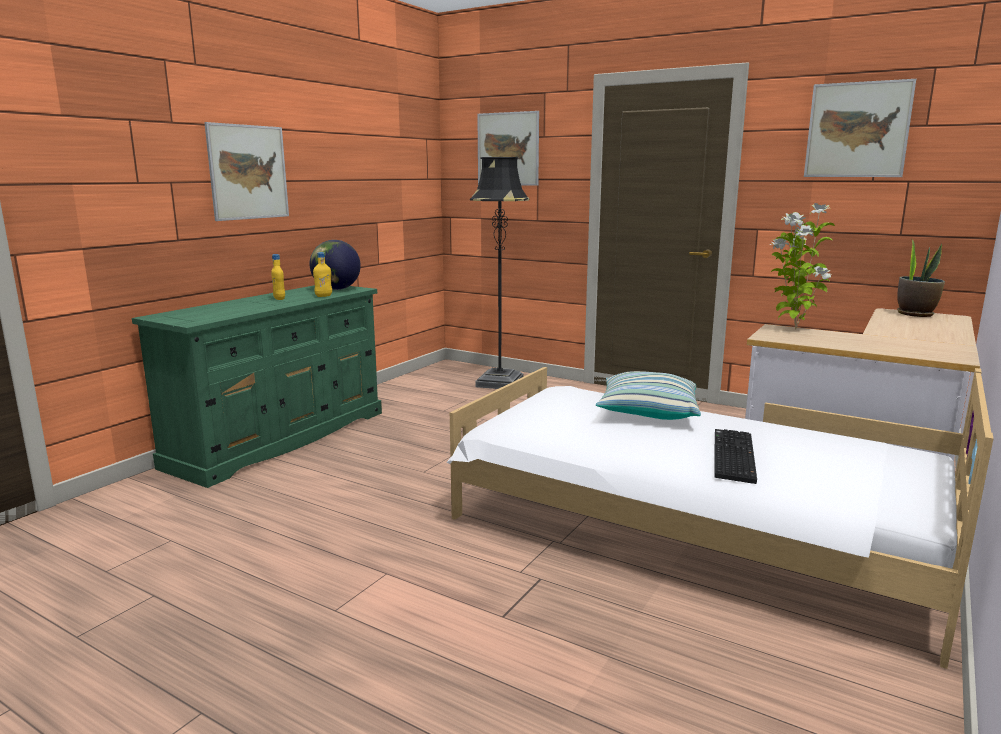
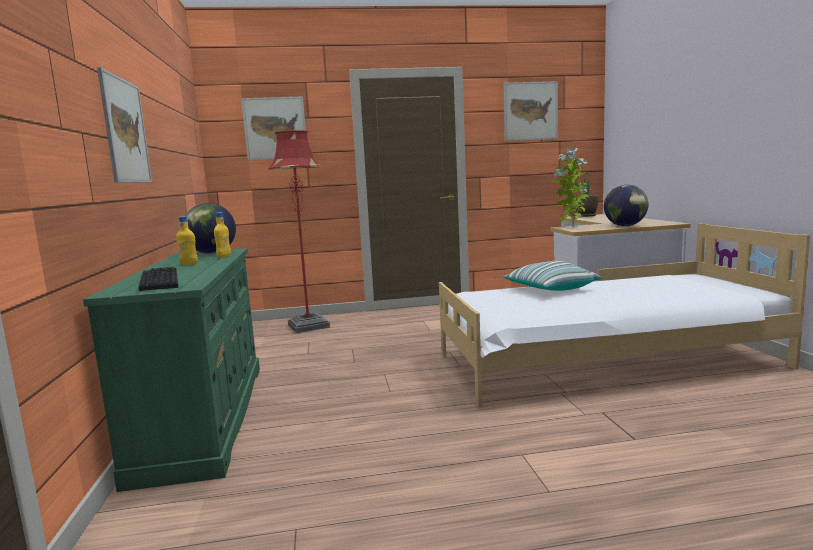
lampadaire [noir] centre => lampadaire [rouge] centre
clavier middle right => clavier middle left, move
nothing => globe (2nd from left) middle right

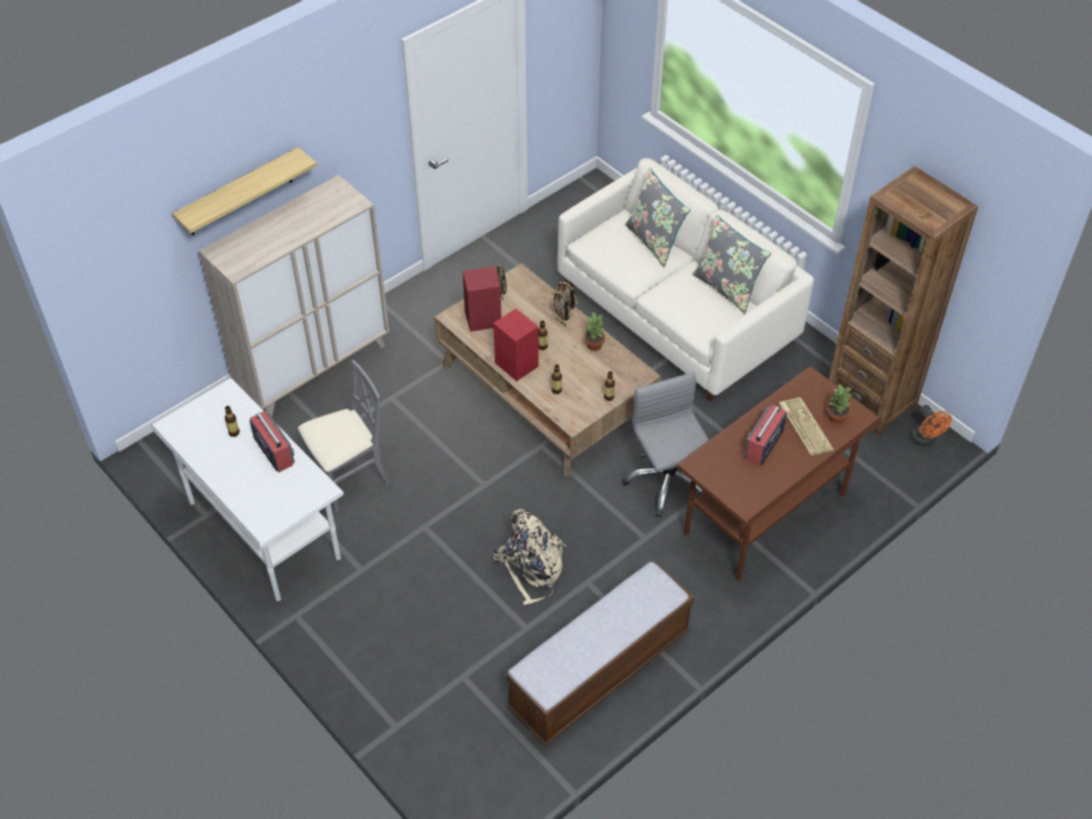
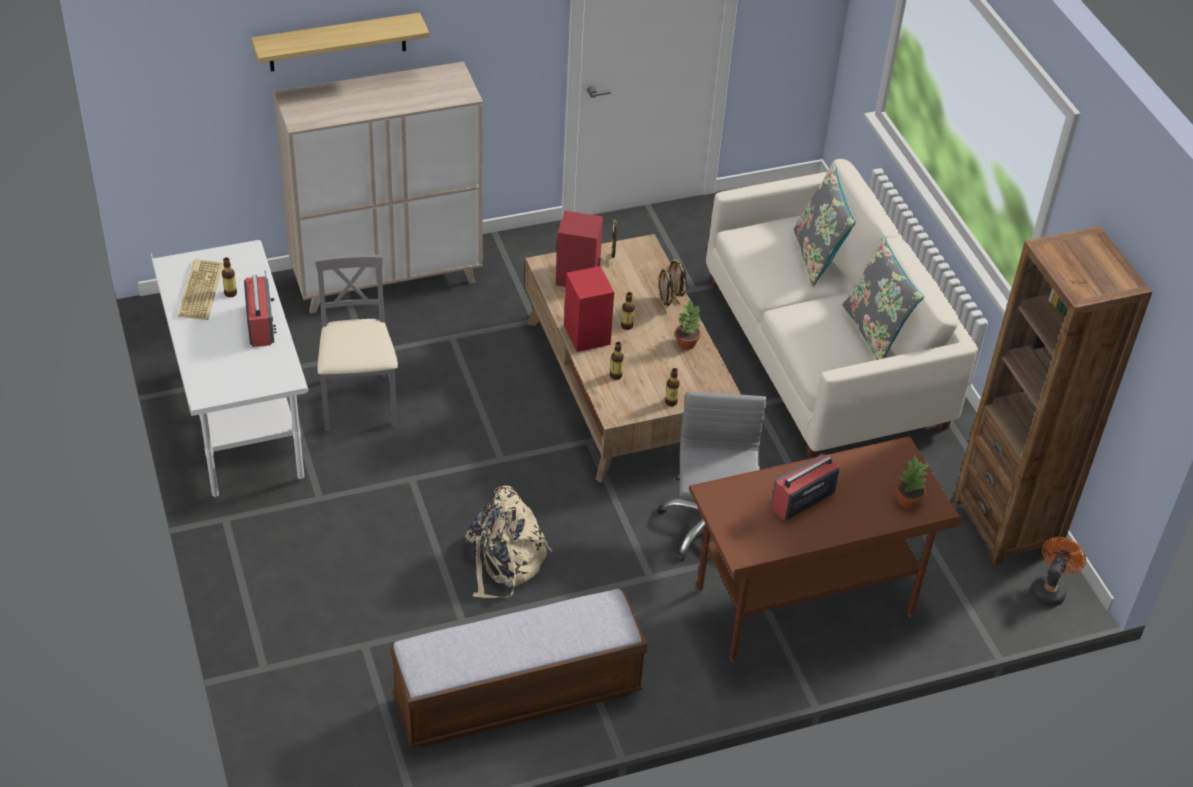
chaise [gris] middle left, 90 degrees counterclockwise
clavier middle right => clavier middle left, move
ventilateur [orange] middle right => ventilateur [orange] bottom right, 150 degrees counterclockwise

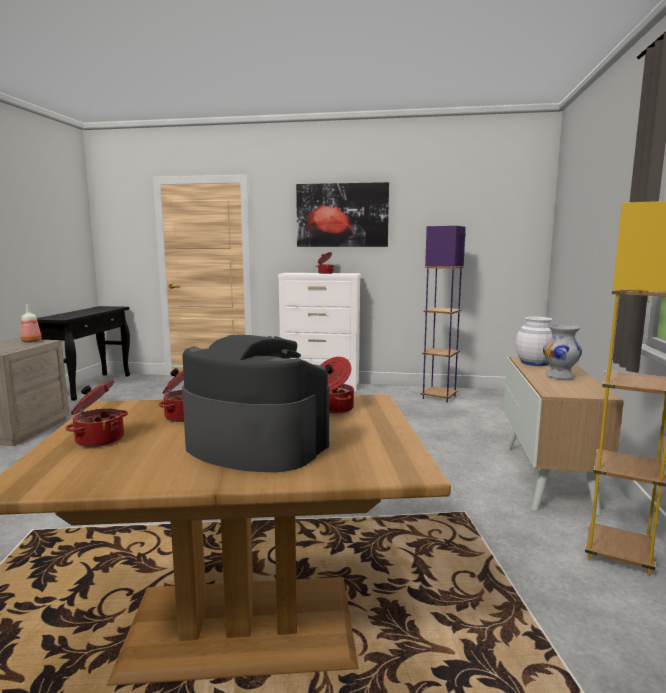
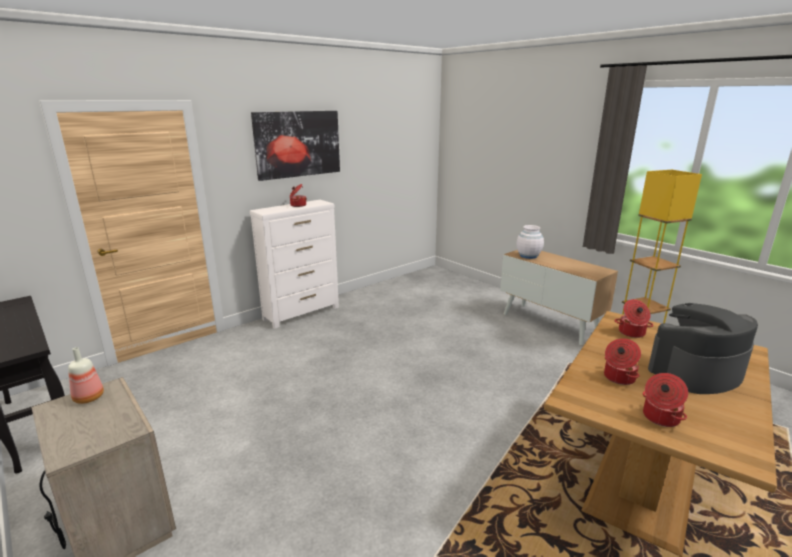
lampadaire [violet] centre => nothing
vase [blanc] (2nd from left) middle right => nothing

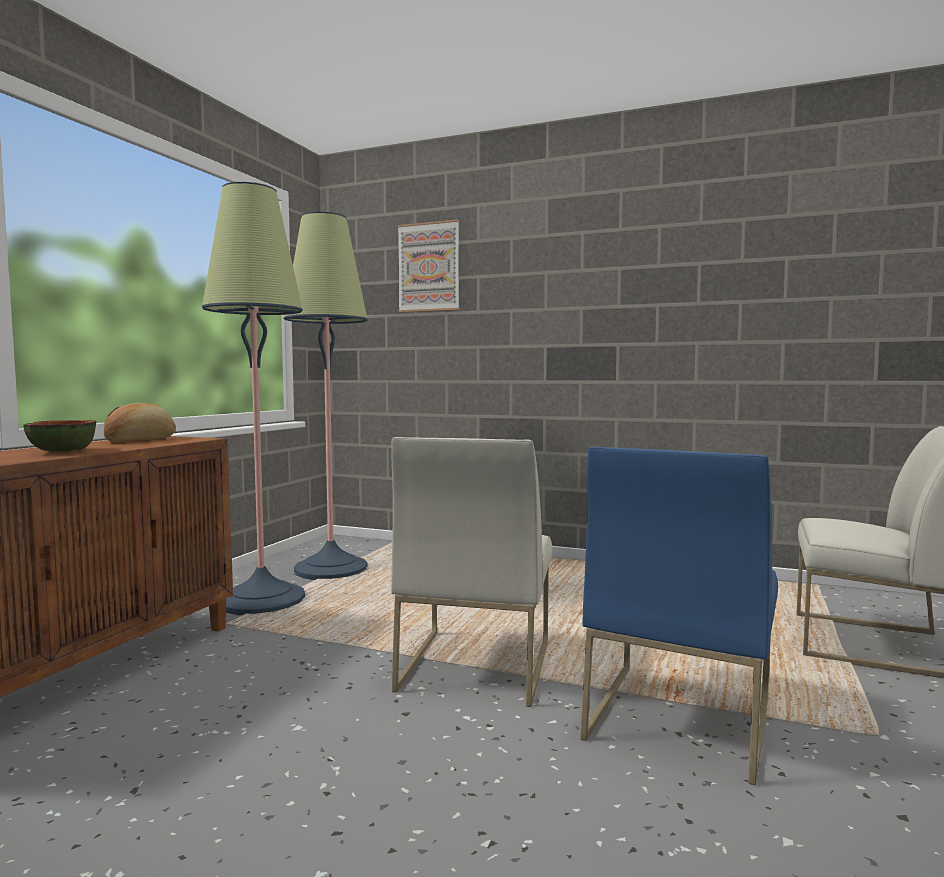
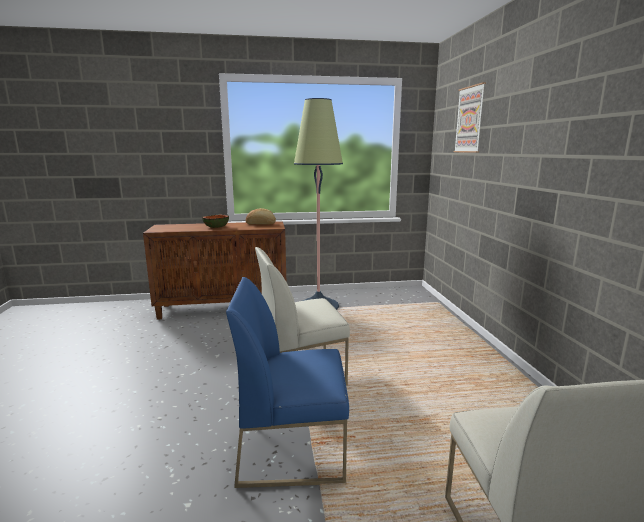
lampadaire (2nd from left) centre => nothing

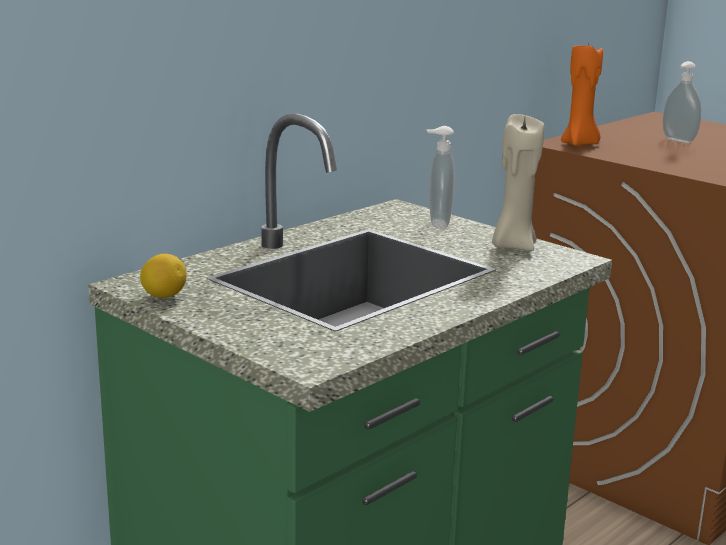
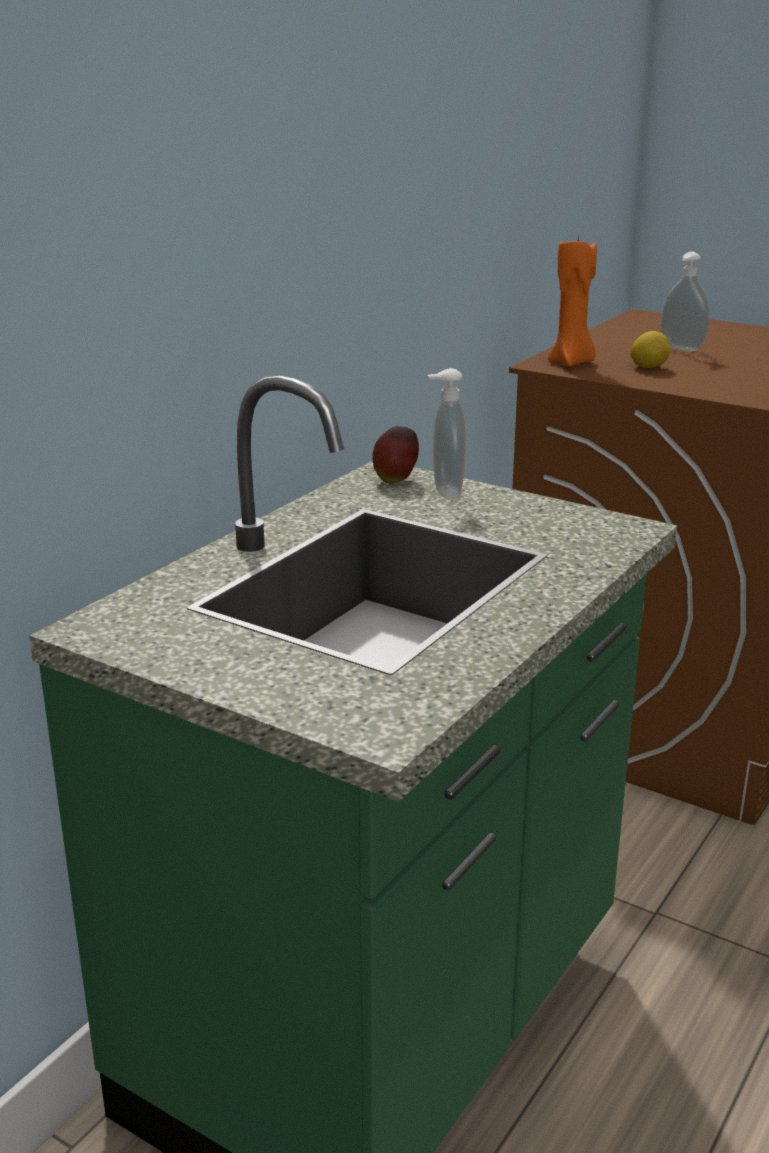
citron middle left => citron top right, move
bougie [beige] middle right => nothing
nothing => pomme centre

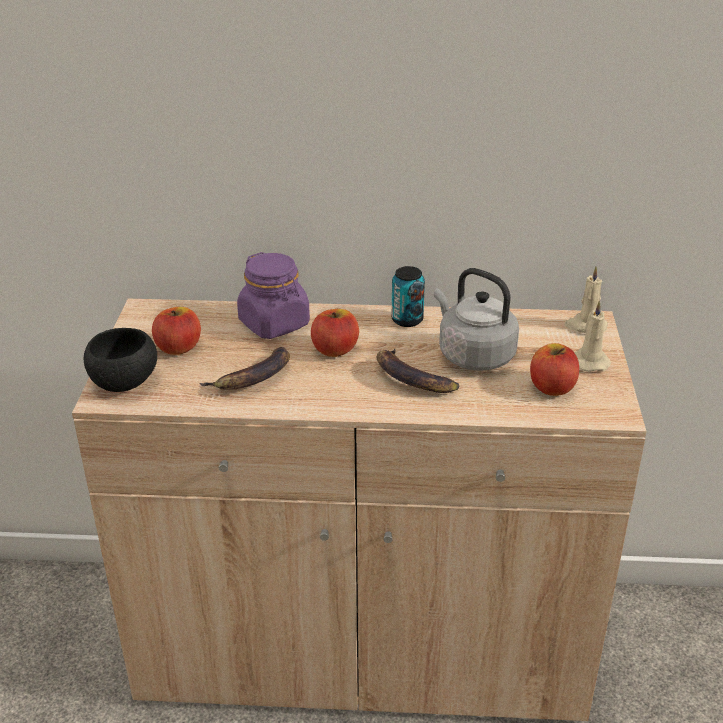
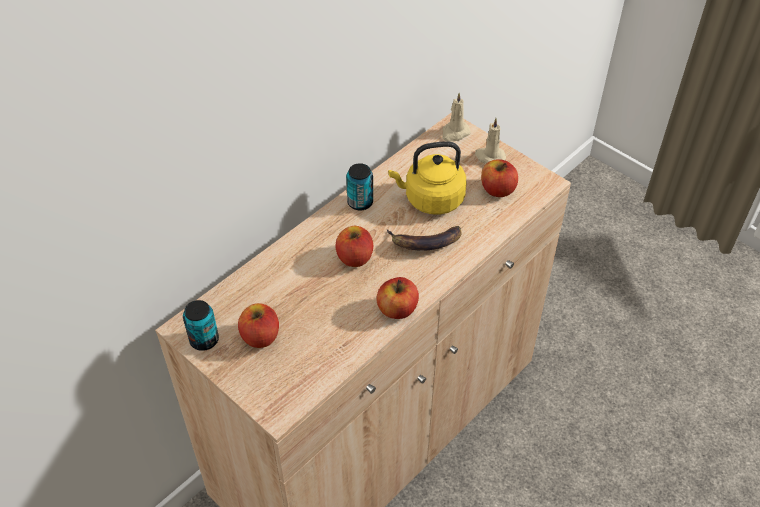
bol [noir] middle left => nothing
banane (1st from left) centre => nothing
bocal [violet] centre => nothing
bouilloire [gris] centre => bouilloire [jaune] centre
nothing => boîte métallique (1st from left) middle left
nothing => pomme (3rd from left) centre

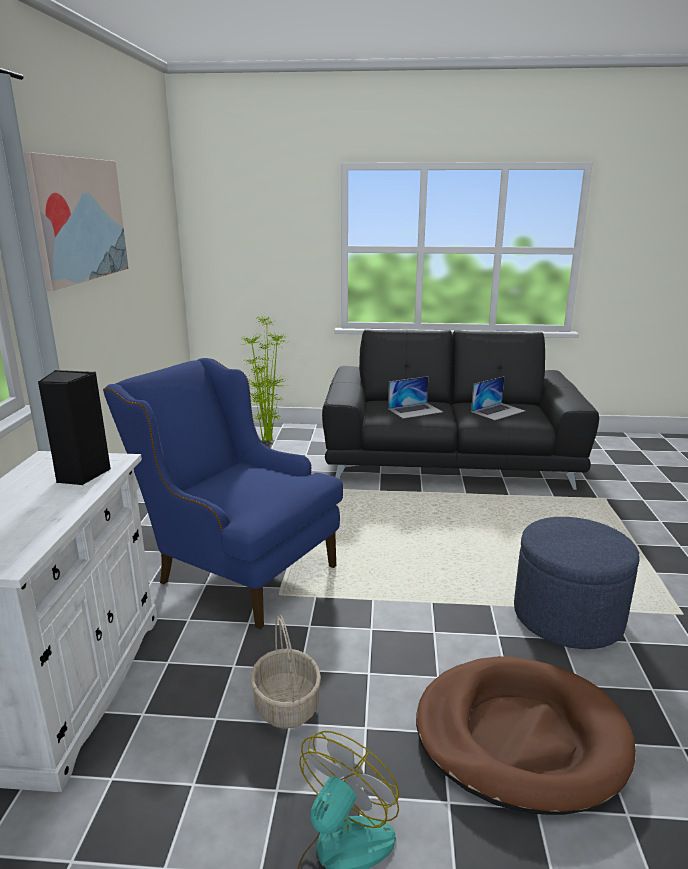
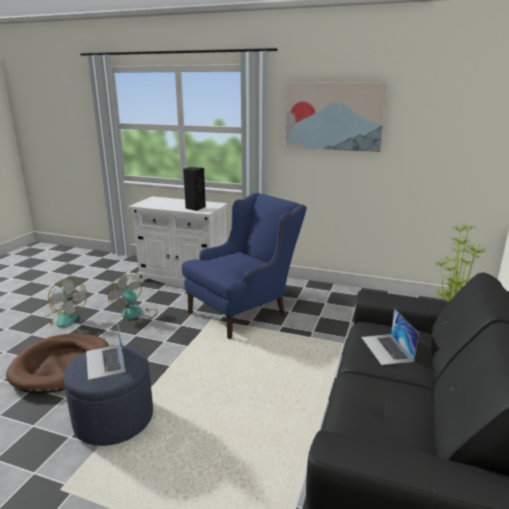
panier bottom centre => ventilateur (2nd from left) middle left
ordinateur portable (2nd from left in the first image) middle right => ordinateur portable (1st from left) bottom left, move

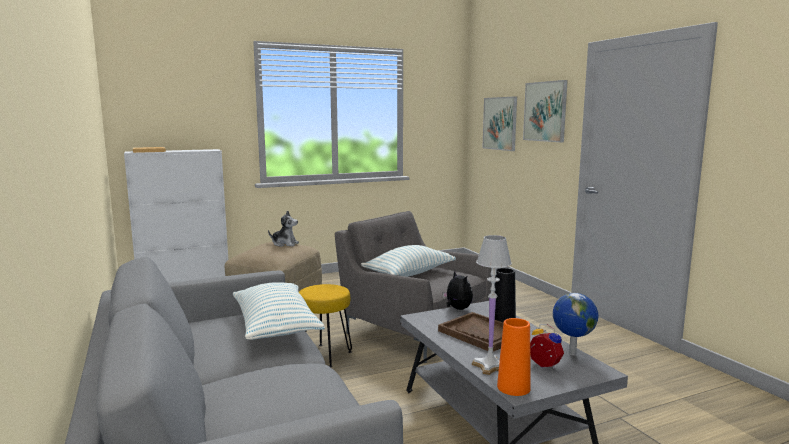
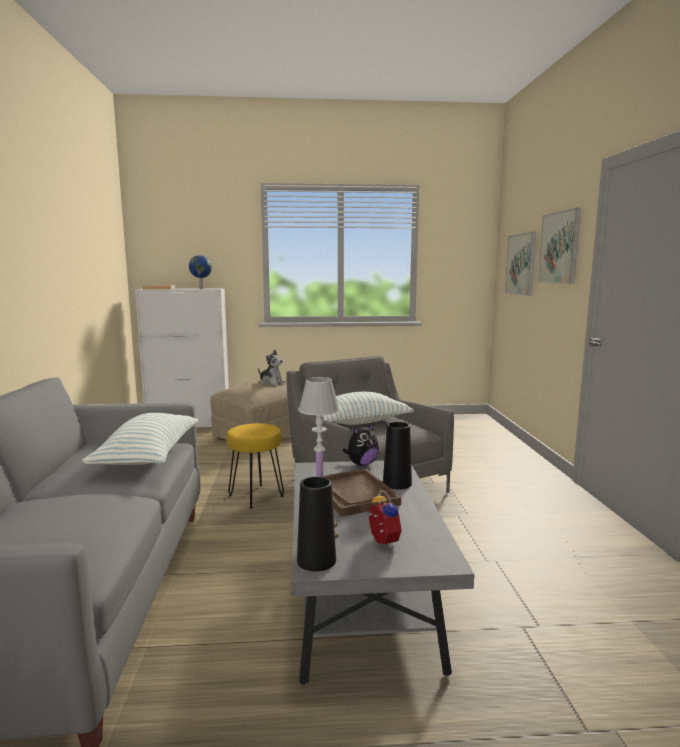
peluche (2nd from left) centre, 60 degrees clockwise
vase [orange] bottom centre => vase [noir] (1st from left) bottom centre
globe bottom right => globe middle left, move

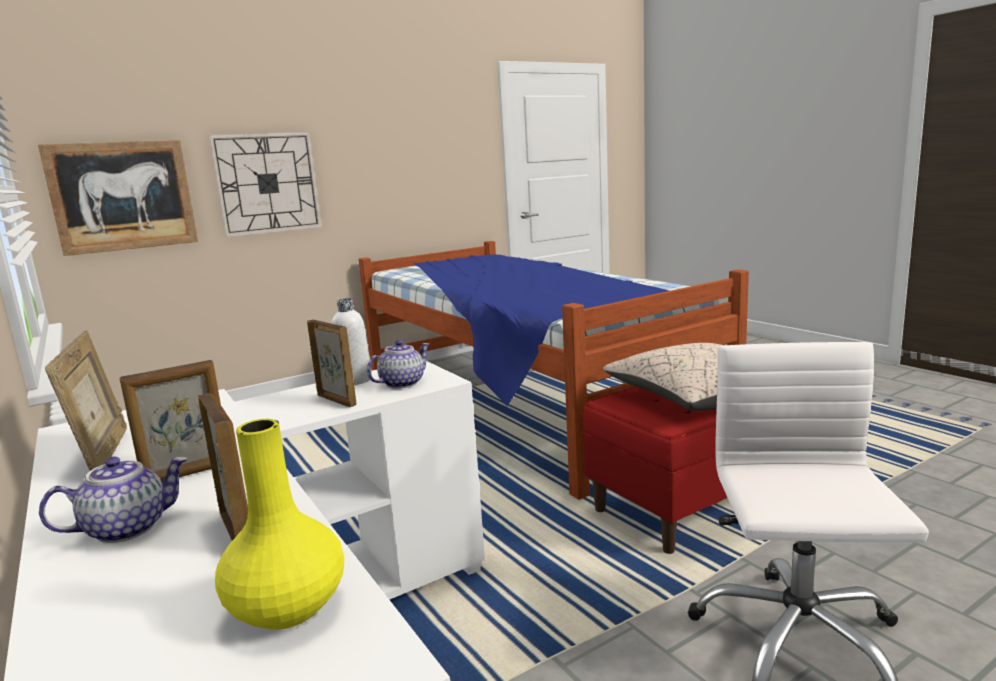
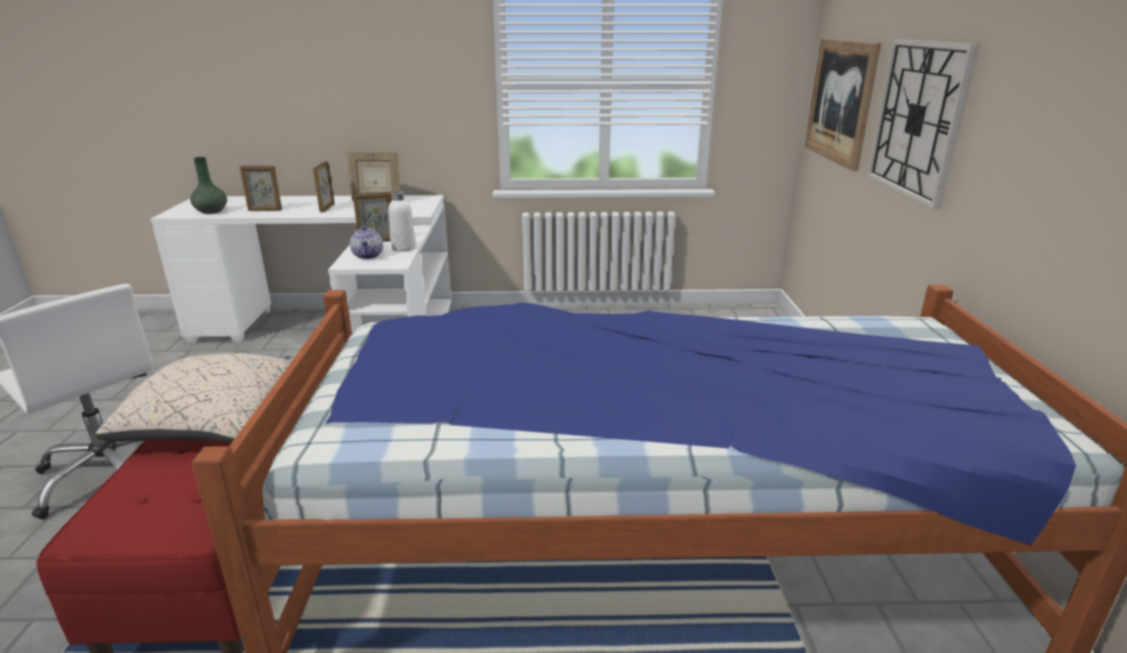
théière (1st from left) bottom left => nothing
vase [jaune] bottom left => vase [vert] top left

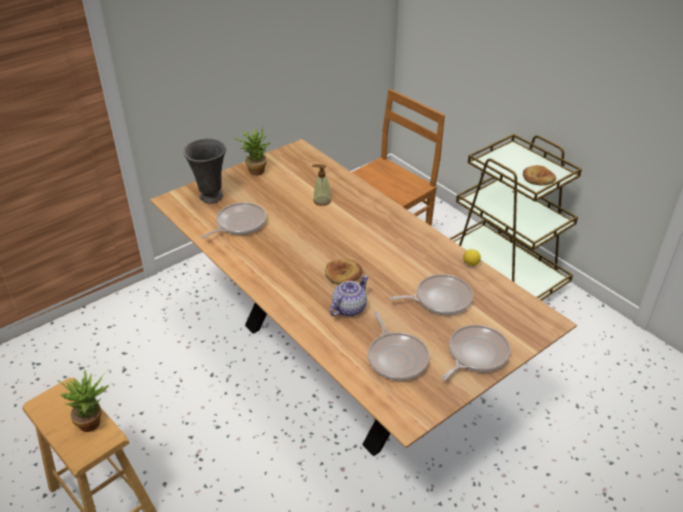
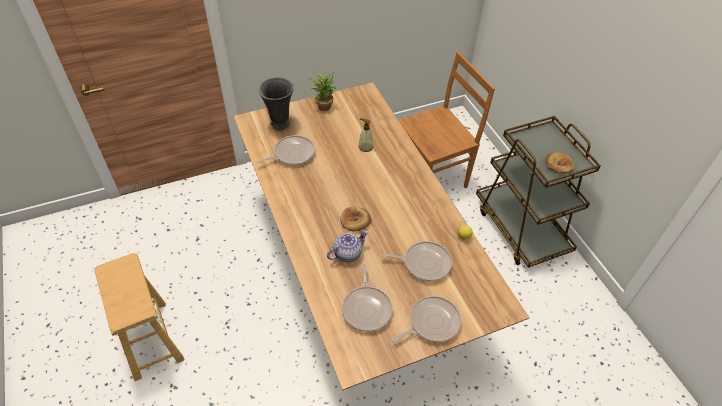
plante en pot (1st from left) bottom left => nothing

